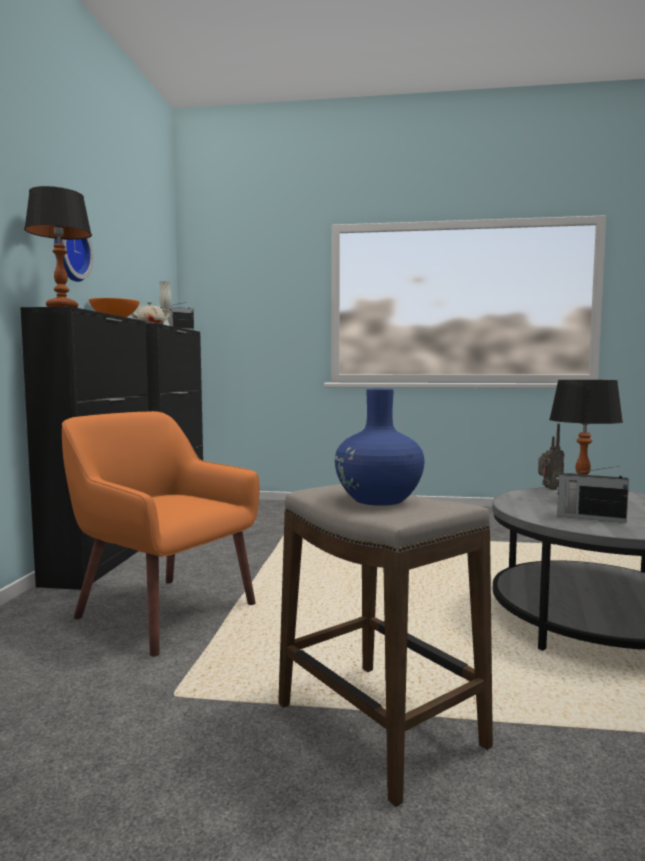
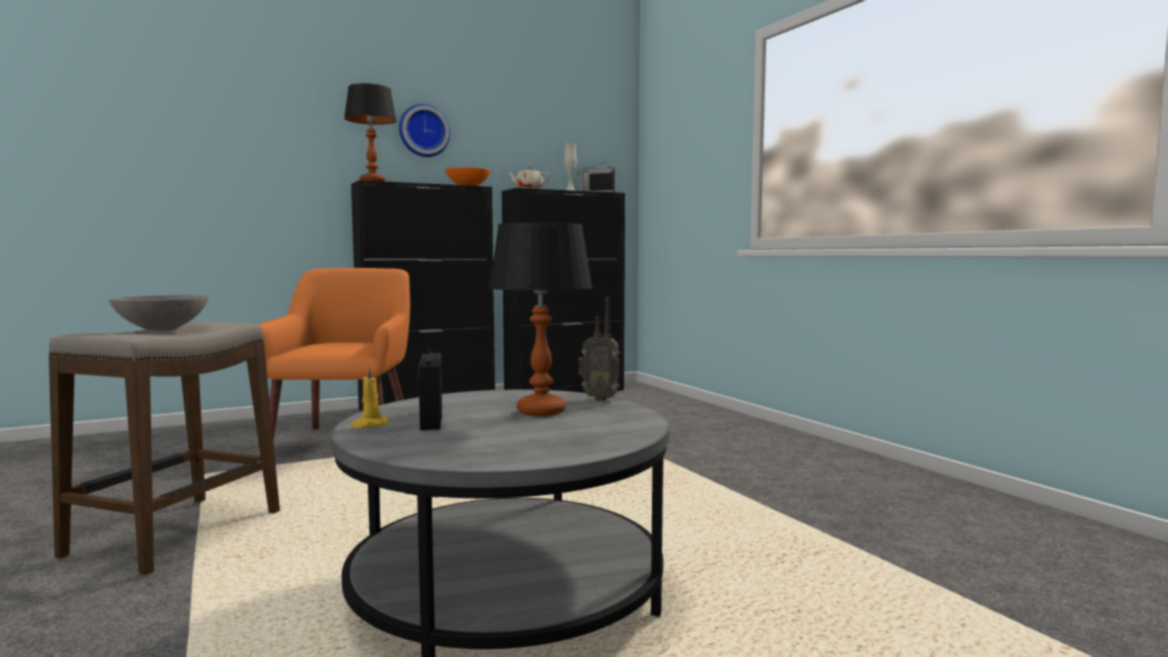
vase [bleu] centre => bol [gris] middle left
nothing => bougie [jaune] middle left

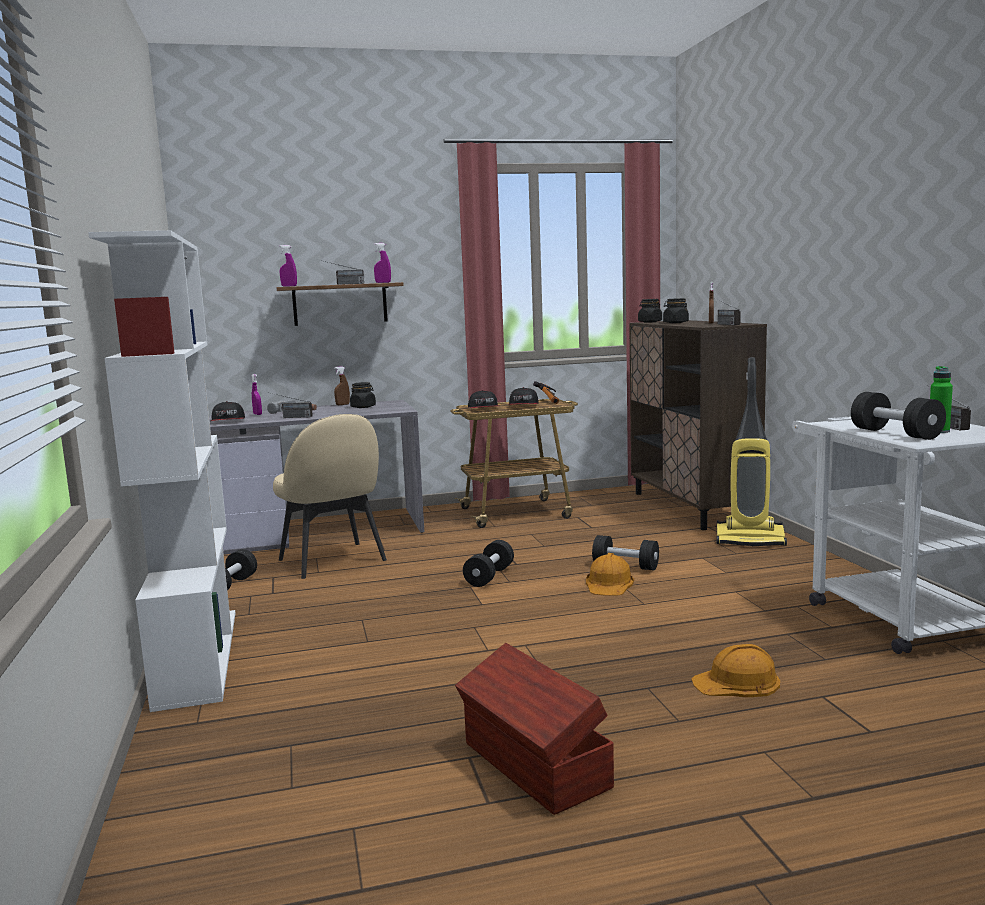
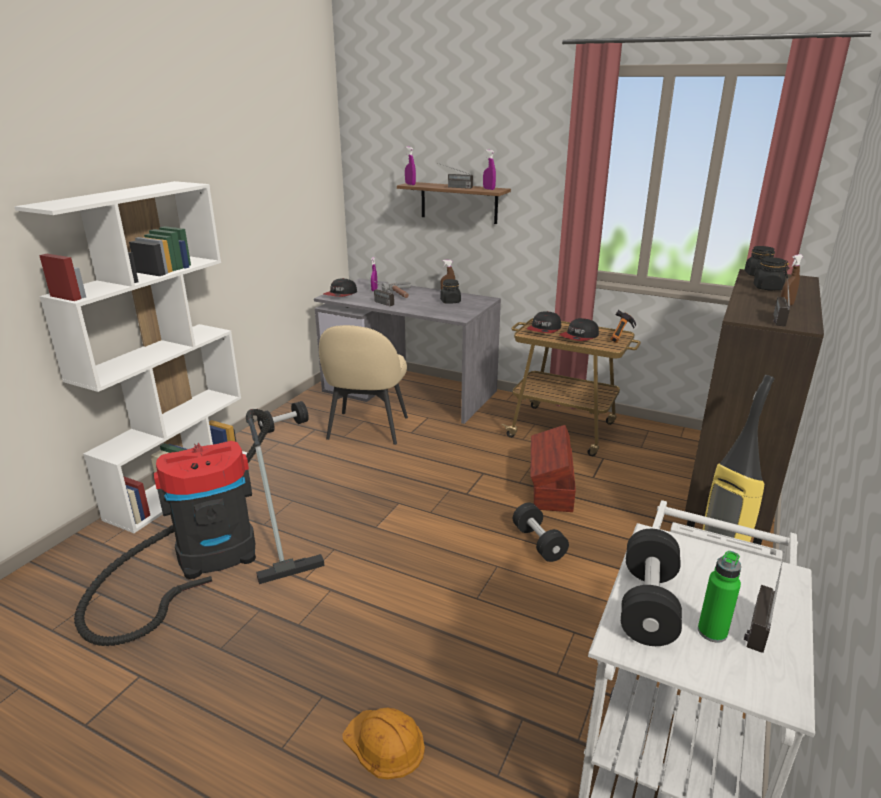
boîte de rangement [marron] bottom centre => boîte de rangement [marron] centre, move
haltère [noir] (2nd from left) centre => nothing
casque de chantier [orange] (1st from left) centre => nothing
nothing => aspirateur (1st from left) middle left

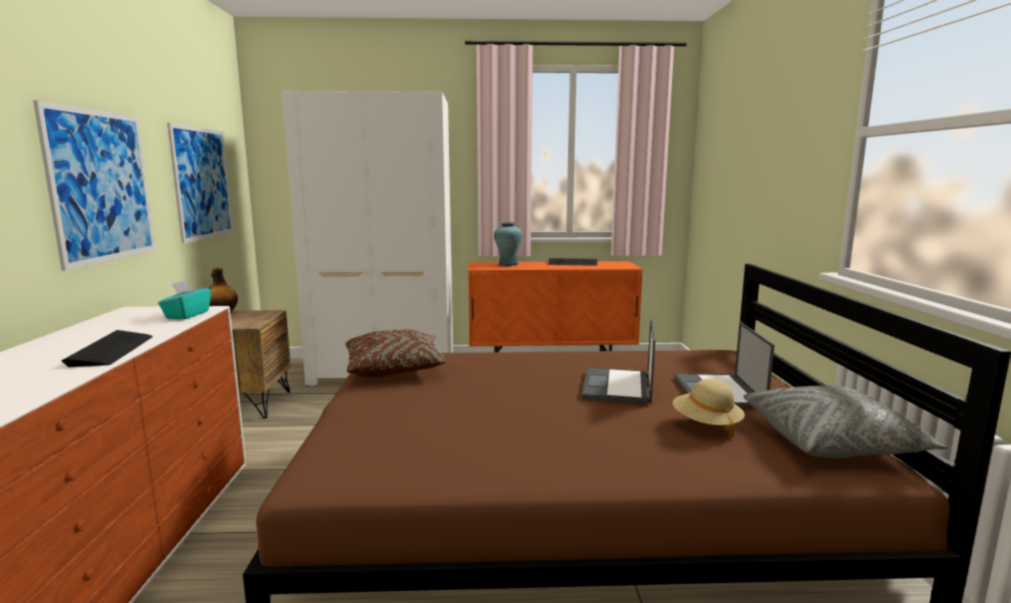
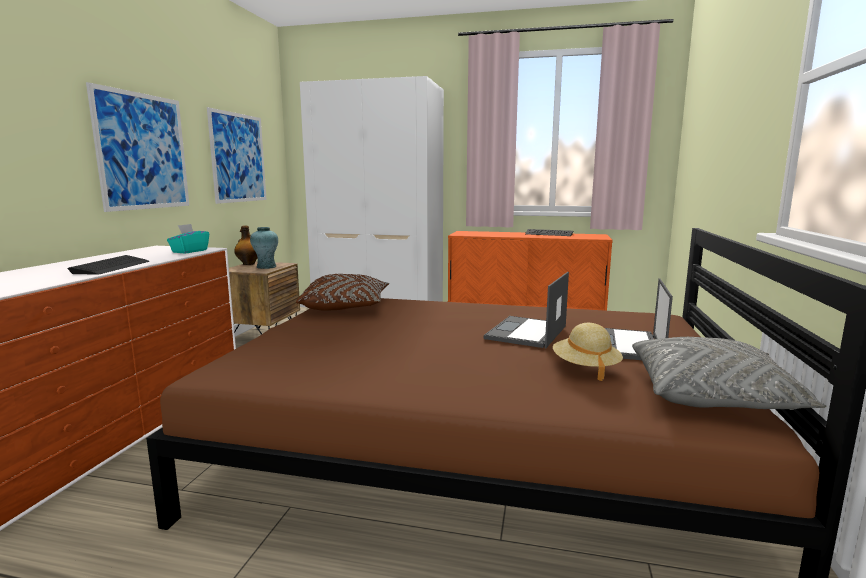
vase [turquoise] centre => vase [turquoise] middle left, move

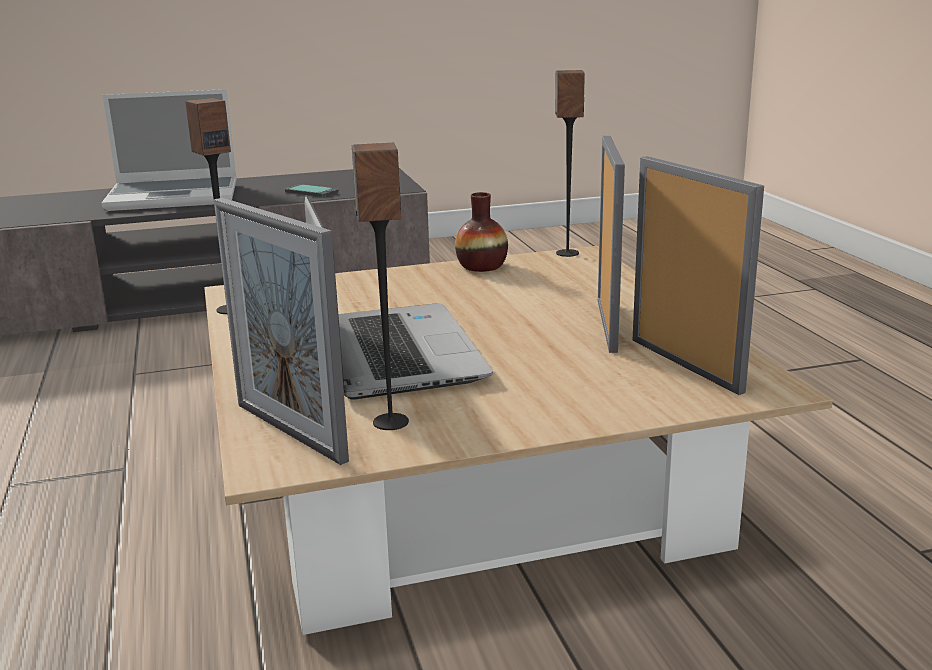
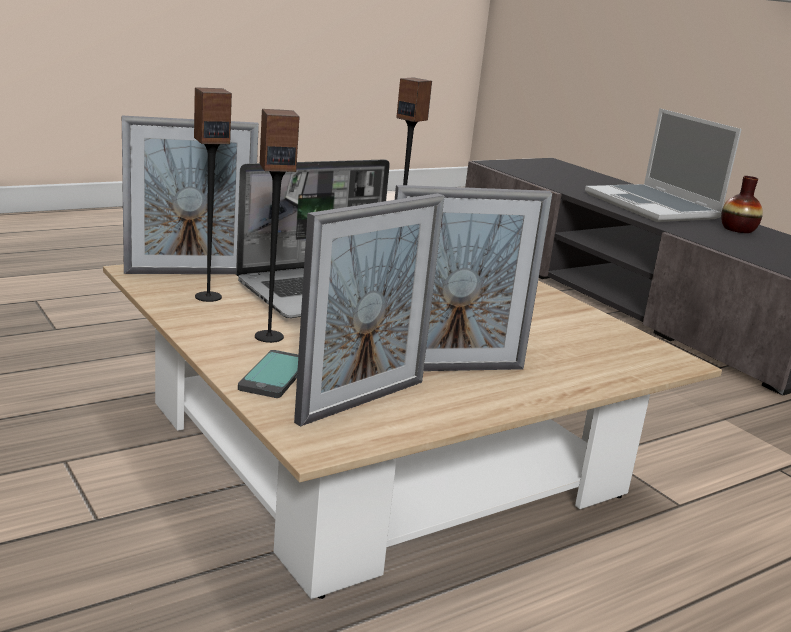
cadre photo (1st from left) middle left => cadre photo (1st from left) top left, 135 degrees counterclockwise
téléphone top centre => téléphone centre, move
vase centre => vase top right, move
enceinte (3rd from left in the first image) top centre => enceinte (2nd from left) centre, move

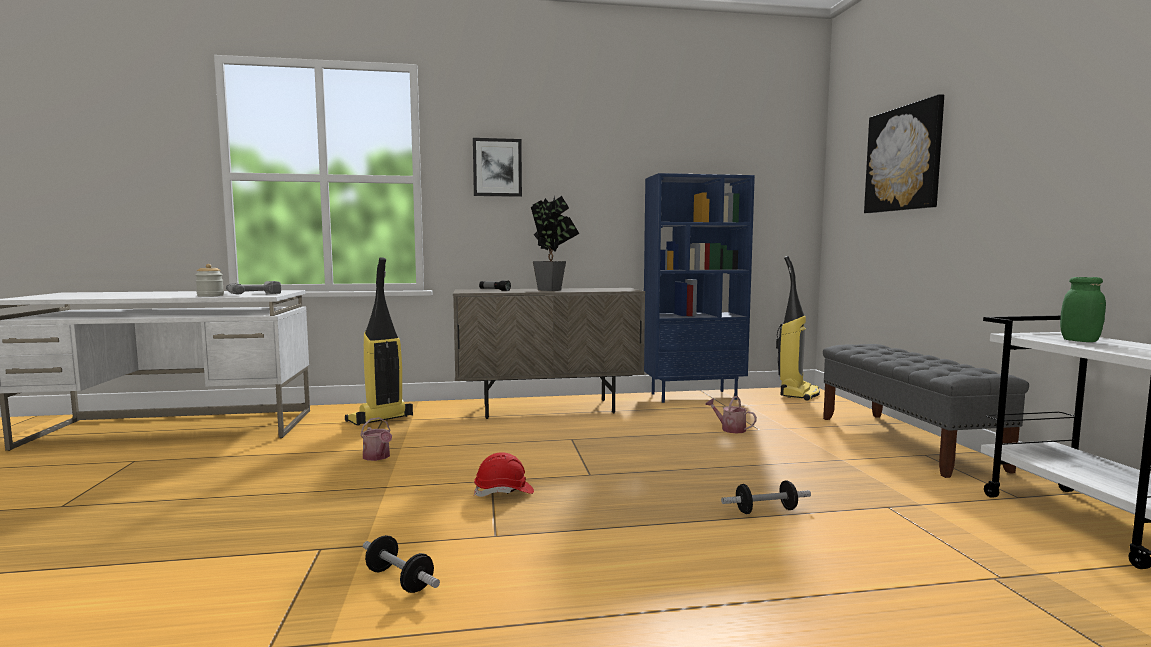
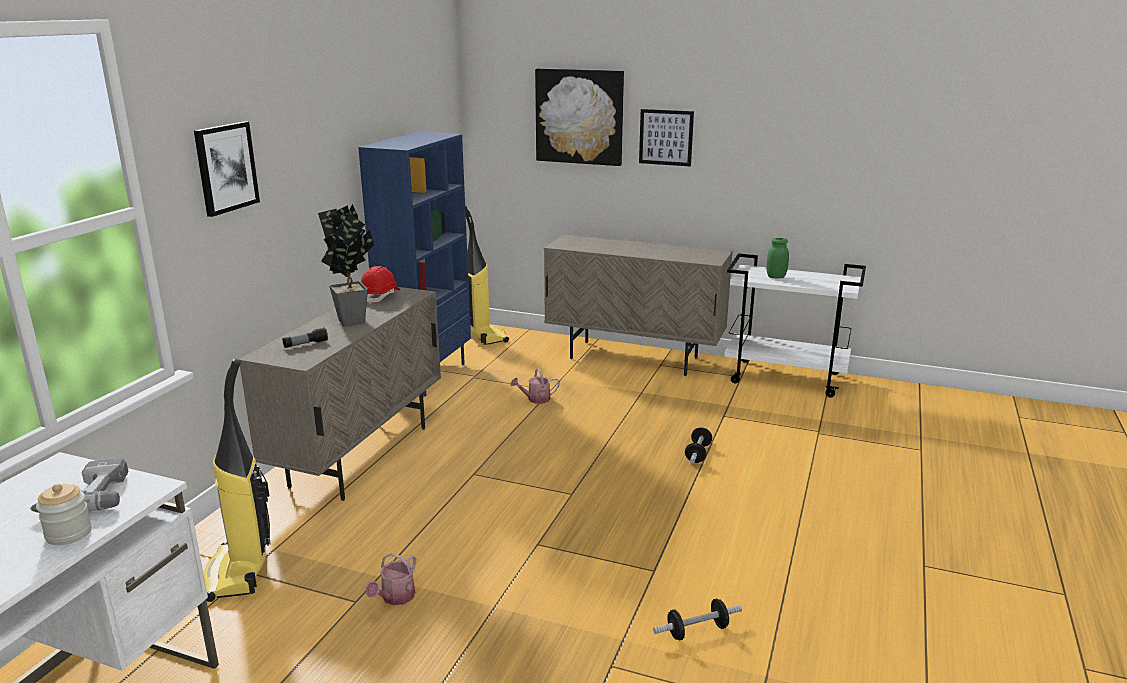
arrosoir (1st from left) bottom left => arrosoir (1st from left) bottom centre, 120 degrees clockwise
casque de chantier [rouge] bottom centre => casque de chantier [rouge] centre, move
banc [gris] middle right => meuble de rangement [beige] (2nd from left) centre
nothing => tableau (3rd from left) top centre

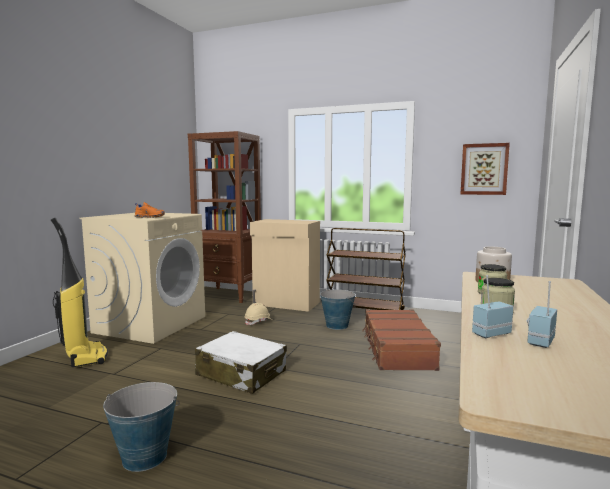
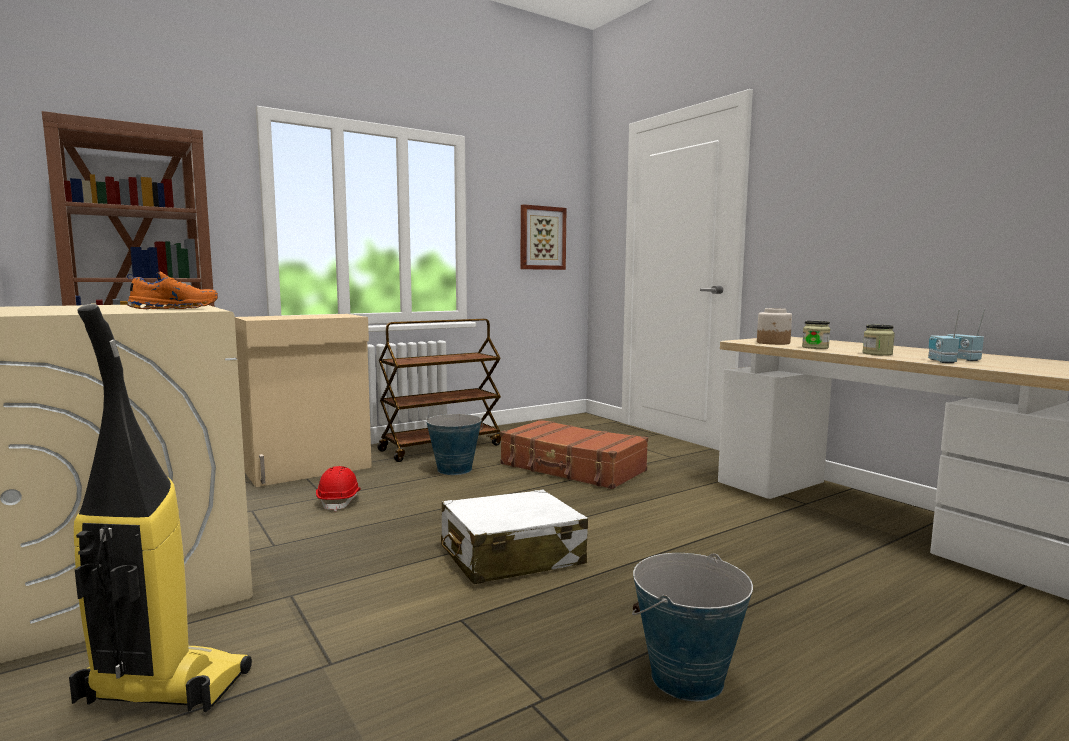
casque de chantier [beige] centre => casque de chantier [rouge] middle left

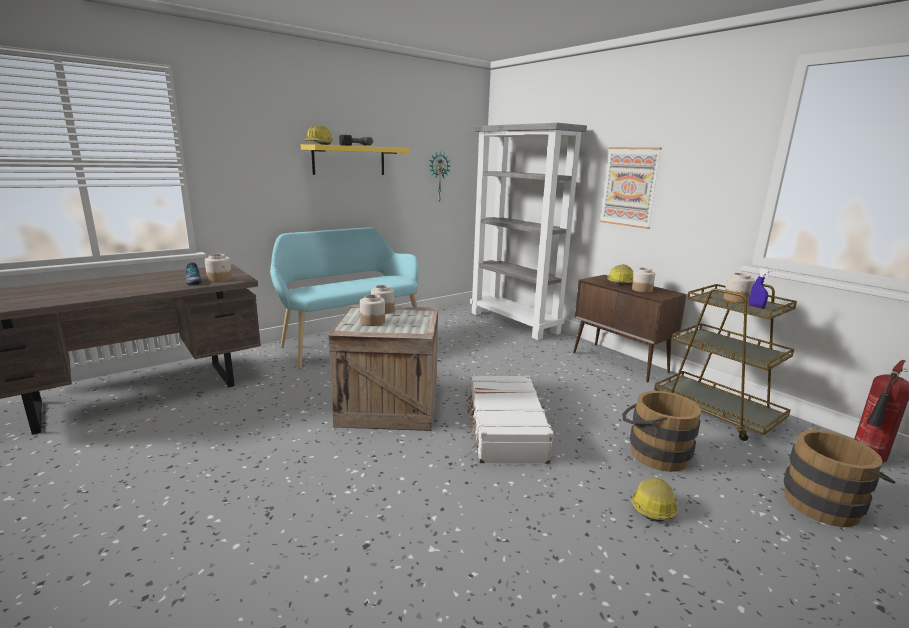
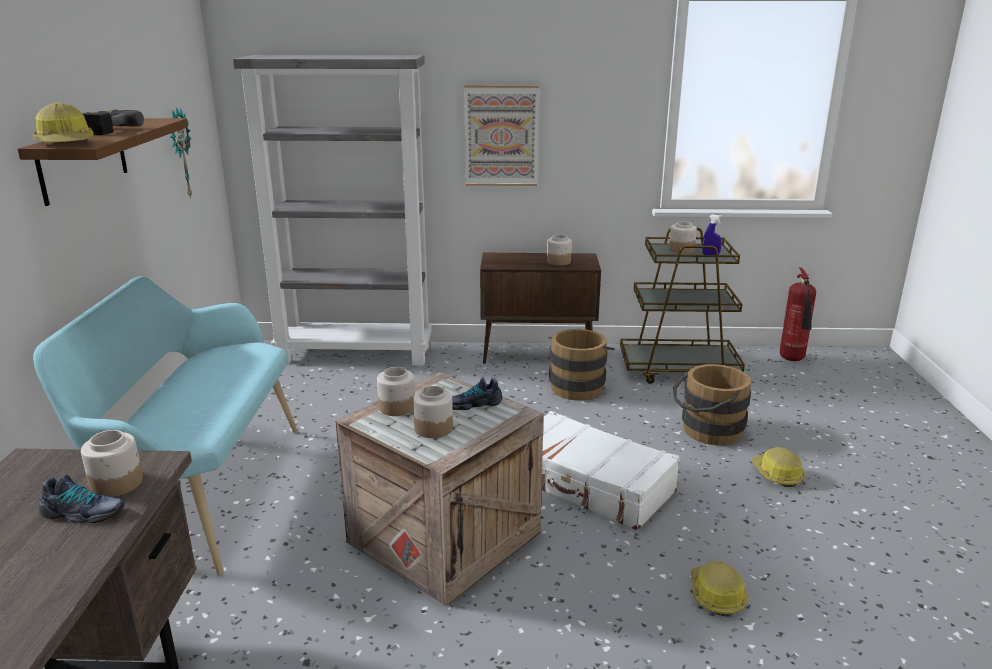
étagère [jaune] top centre => étagère [marron] top left
casque de chantier (2nd from left) middle right => casque de chantier (2nd from left) bottom right, move
seau [marron] (2nd from left in the first image) bottom right => seau [marron] (1st from left) centre, move
nothing => chaussure (2nd from left) centre

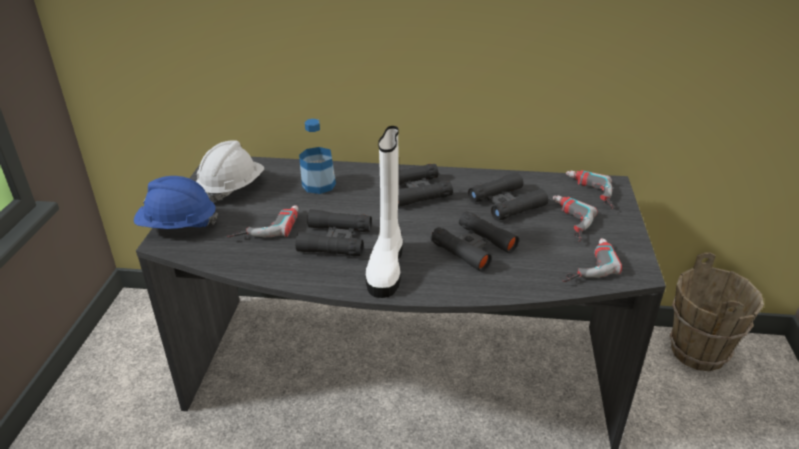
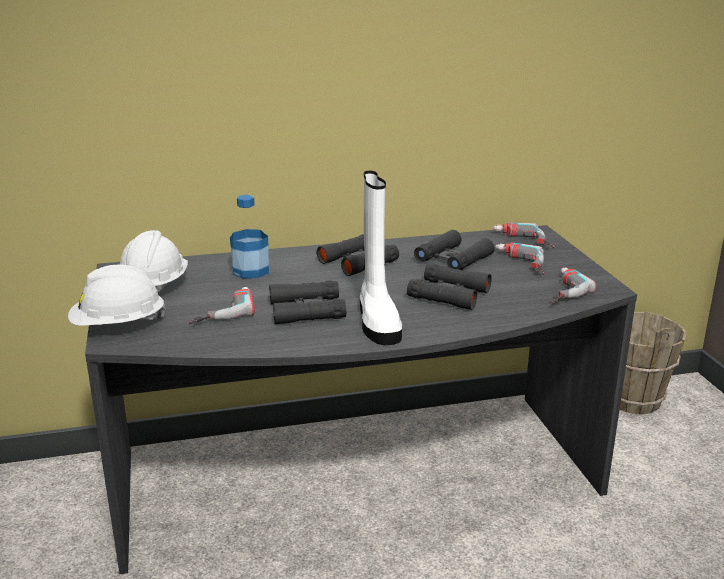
casque de chantier [bleu] middle left => casque de chantier [blanc] (1st from left) middle left

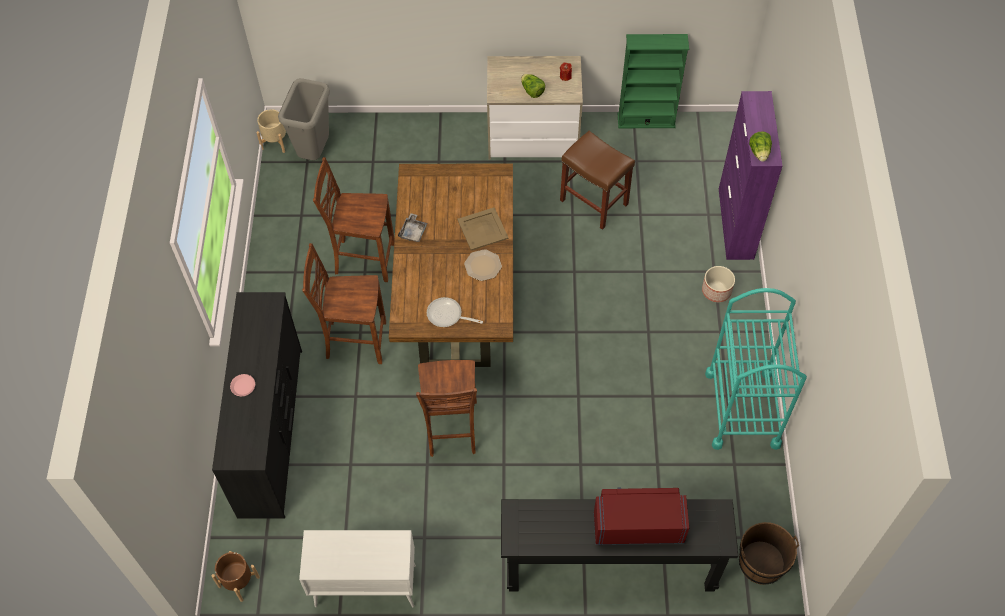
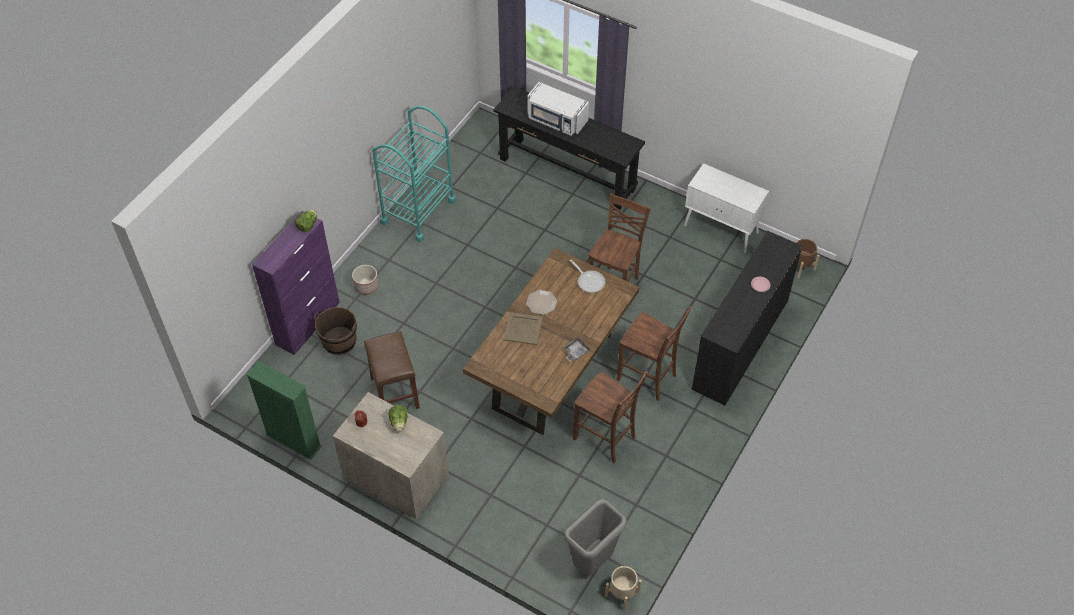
micro-ondes [rouge] bottom centre => micro-ondes [blanc] top centre
seau [marron] bottom right => seau [marron] middle left, move

